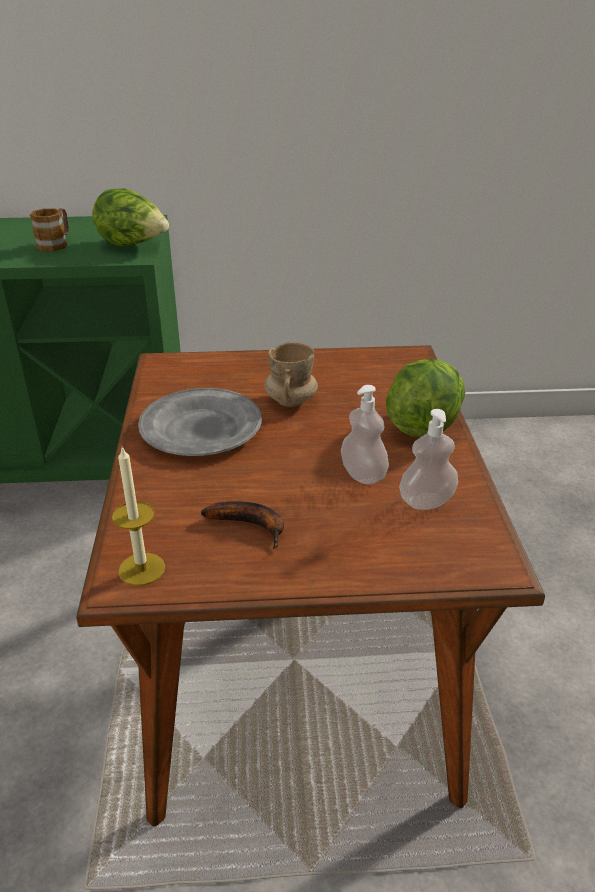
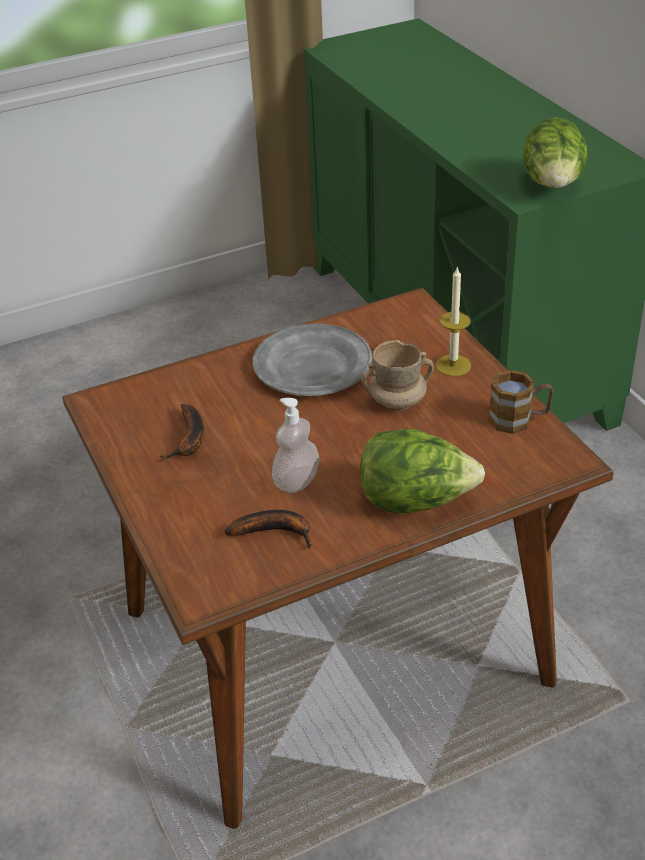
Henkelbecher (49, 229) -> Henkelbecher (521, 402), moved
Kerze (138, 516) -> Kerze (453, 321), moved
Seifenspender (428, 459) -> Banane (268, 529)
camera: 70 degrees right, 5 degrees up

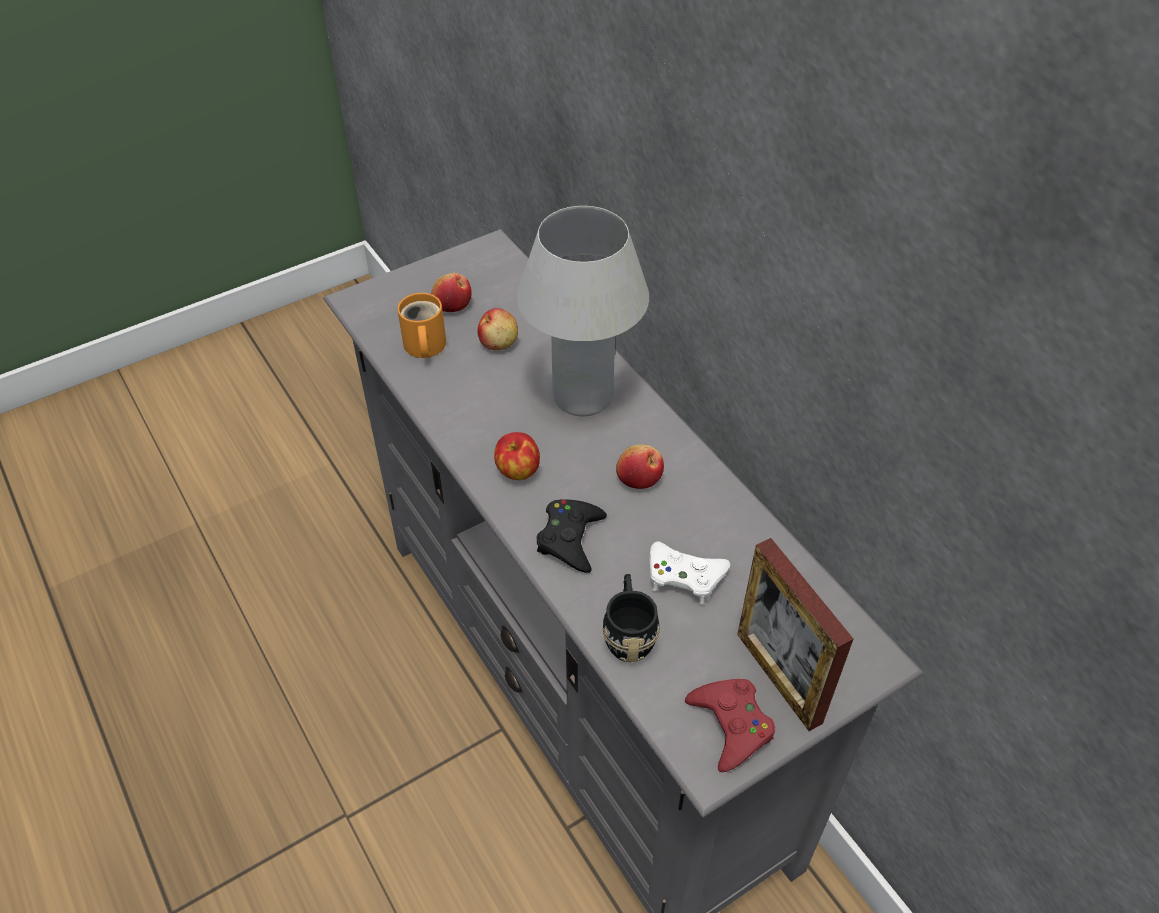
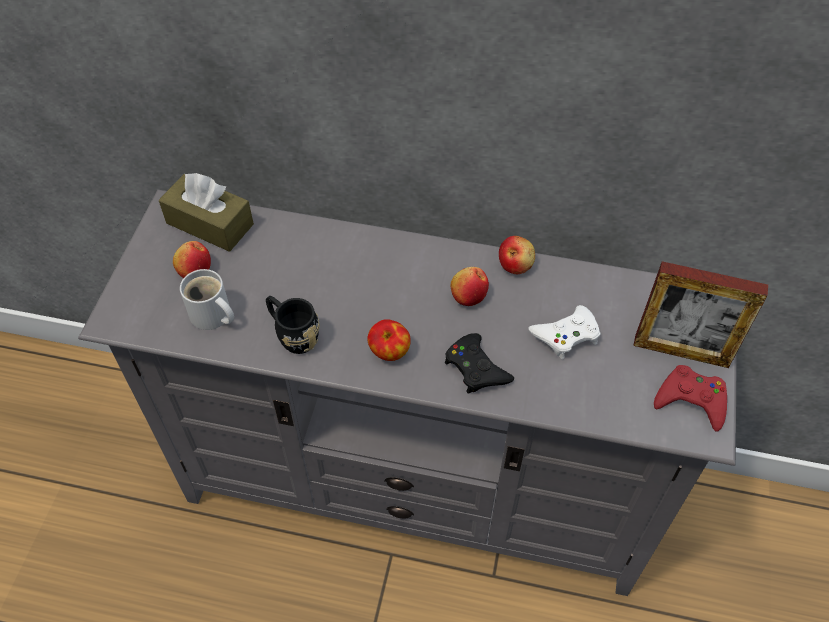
Henkelbecher/orange (421, 325) -> Henkelbecher/weiß (207, 299)
Apfel (498, 329) -> Apfel (517, 255), moved
Tischlampe/weiß (583, 311) -> none
Henkelbecher/schwarz (631, 618) -> Henkelbecher/schwarz (293, 325), moved
none -> Taschentuchbox/braun (206, 212)
camera: 45 degrees left, 5 degrees up

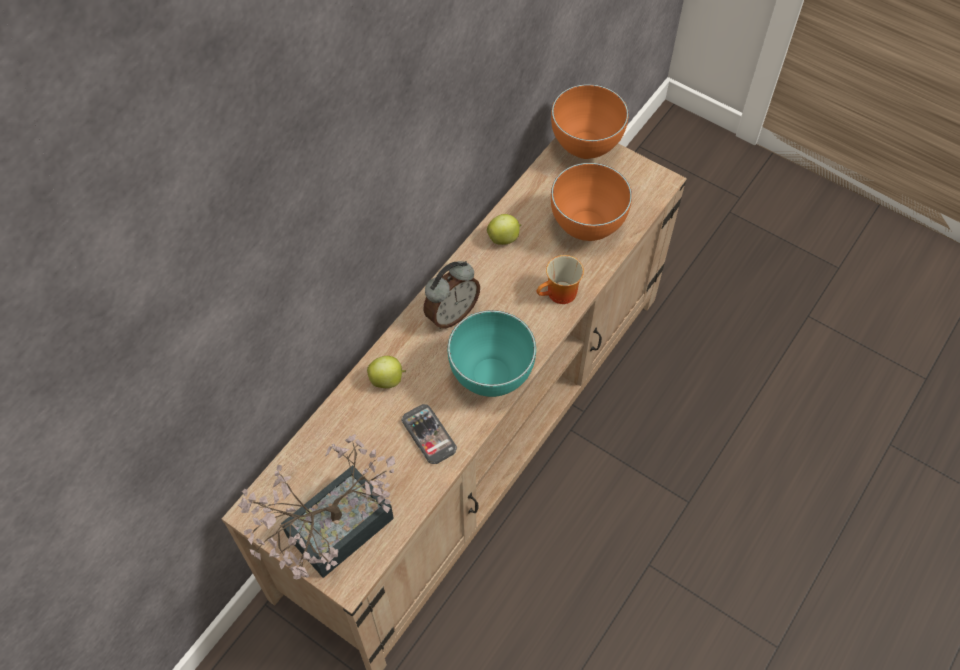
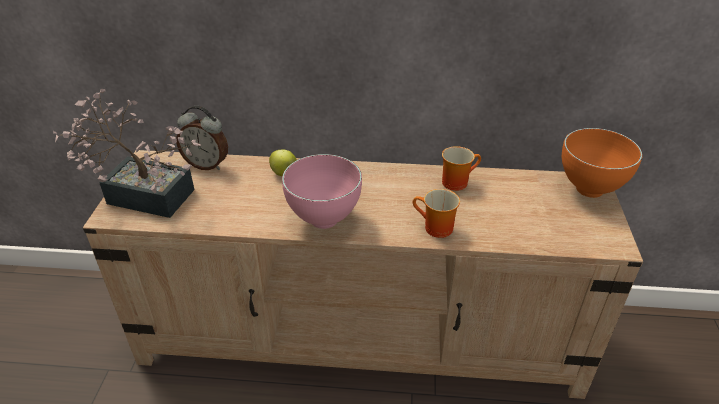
Handy (429, 434) -> none
Wecker (452, 295) -> Wecker (202, 138), moved
Schüssel/türkis (492, 353) -> Schüssel/rosa (322, 191)
Apfel (504, 229) -> Henkelbecher (461, 168)
Schüssel/orange (591, 202) -> none
camera: 60 degrees right, 20 degrees down

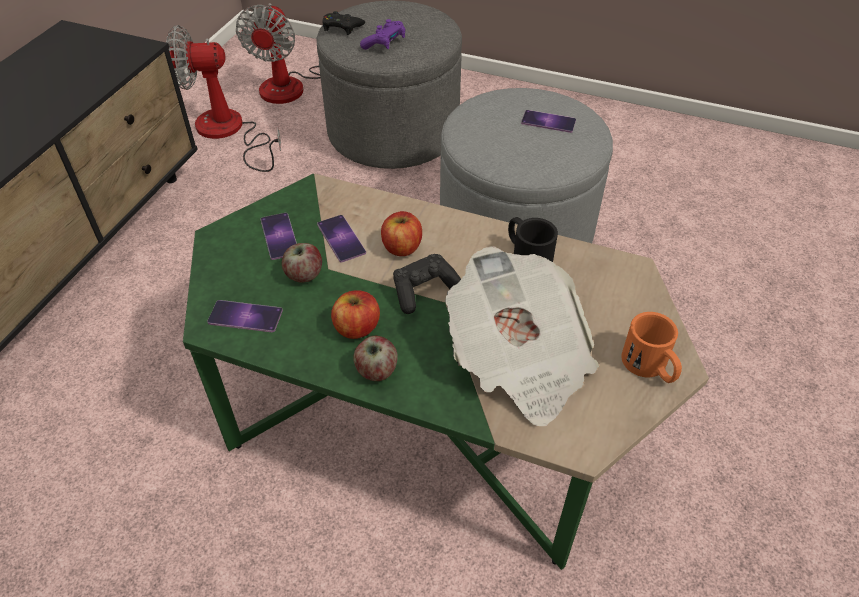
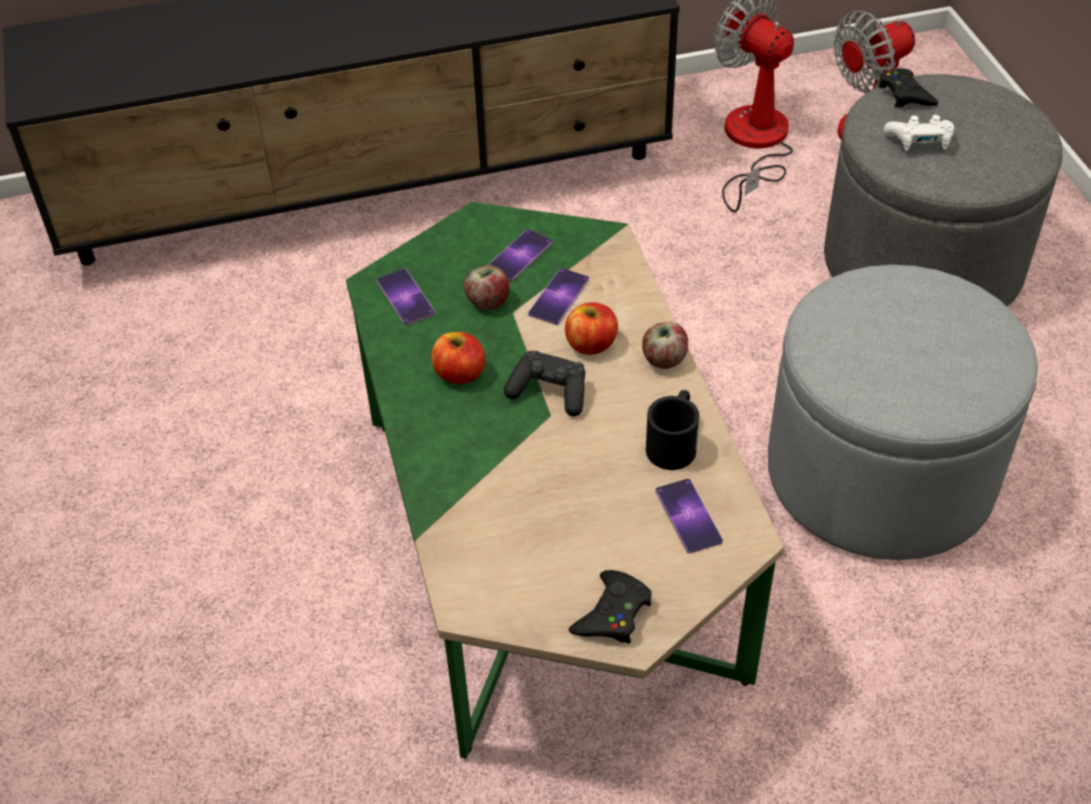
Apfel (375, 358) -> Apfel (665, 345), moved
Gamepad/lila (382, 34) -> Gamepad/weiß (919, 133)
Zeitung (522, 336) -> none
Handy (548, 121) -> Handy (689, 516), moved
Henkelbecher/orange (651, 347) -> Gamepad/schwarz (610, 607)
camera: 55 degrees right, 0 degrees up

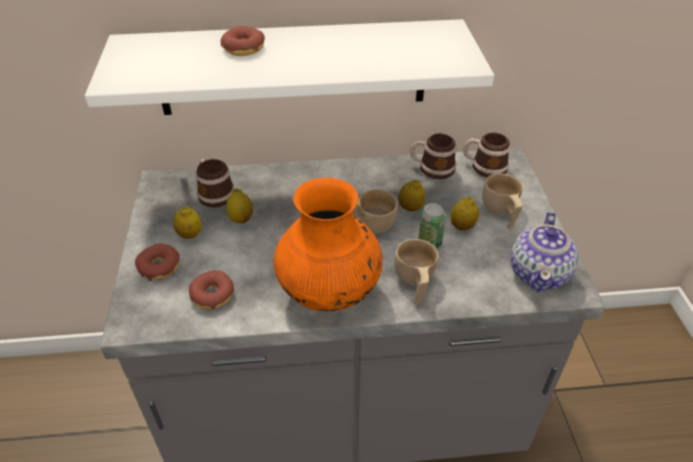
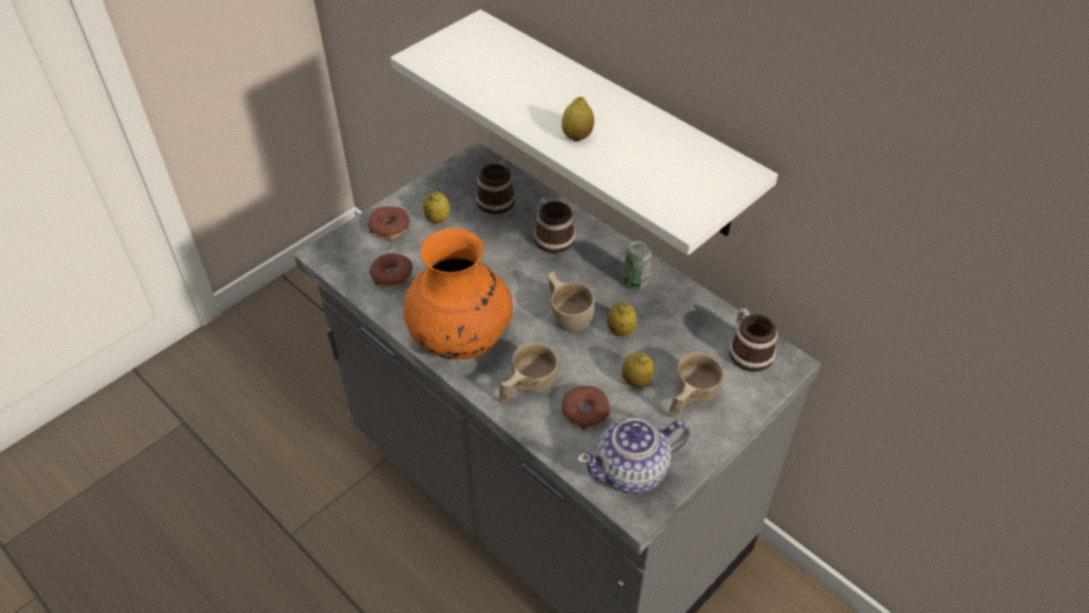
Donut (243, 41) -> Donut (585, 407), moved
Zitrone (239, 205) -> Zitrone (578, 119), moved
Henkelbecher (433, 156) -> Henkelbecher (554, 225), moved
Dose (432, 226) -> Dose (637, 265), moved
camera: 50 degrees right, 5 degrees up

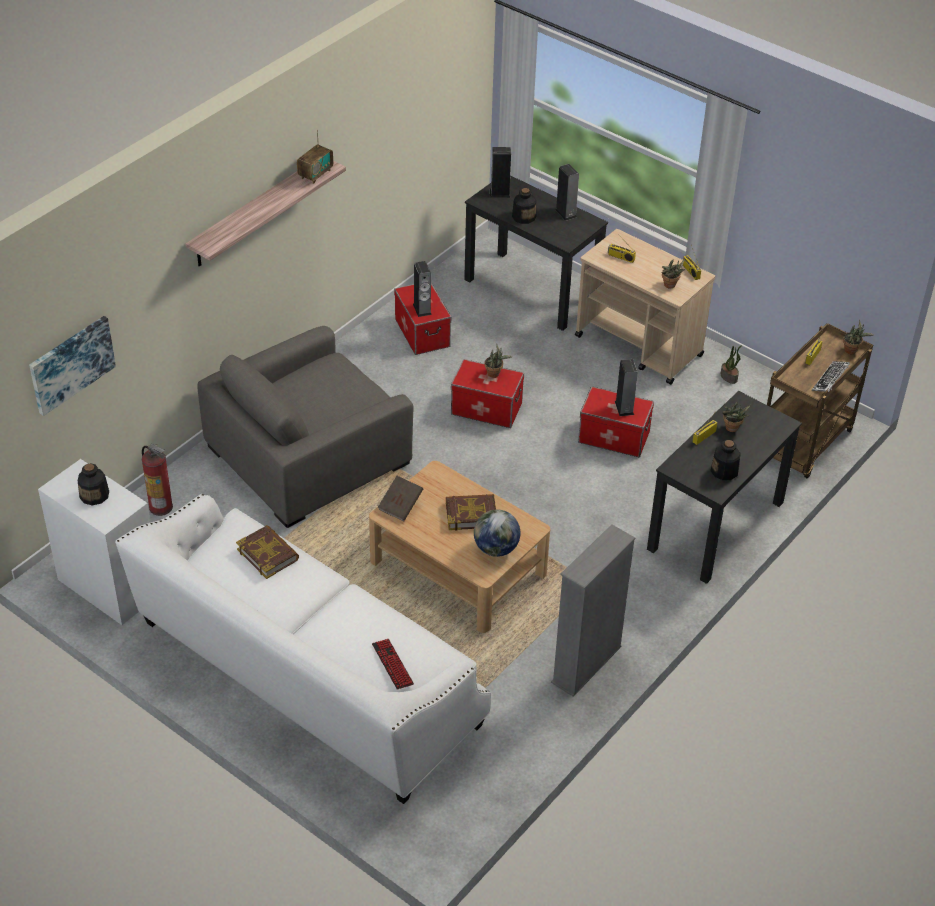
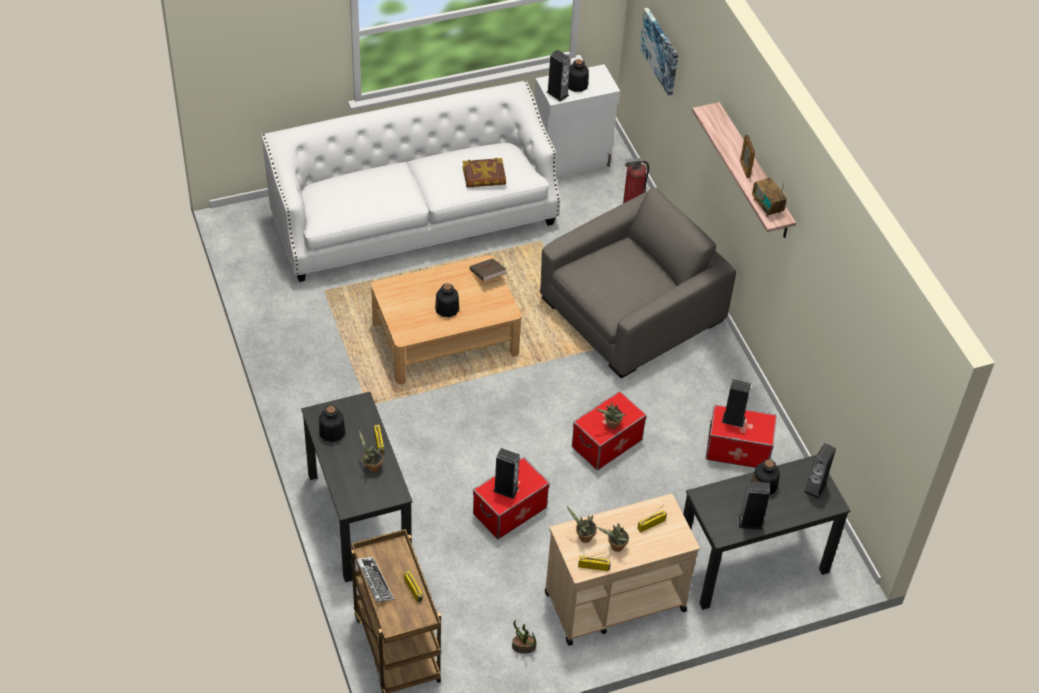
Sessel/grau (305, 427) -> Sessel/grau (638, 283), 60 degrees clockwise
Tastatur (393, 664) -> none
Buch (471, 512) -> Flasche (447, 300)
Globus (497, 533) -> none
Bücherregal/grau (593, 610) -> none
Topfpflanze (858, 337) -> Topfpflanze (613, 537), moved
none -> Lautsprecher (559, 75)
none -> Bilderrahmen (747, 156)
camera: 120 degrees right, 5 degrees up

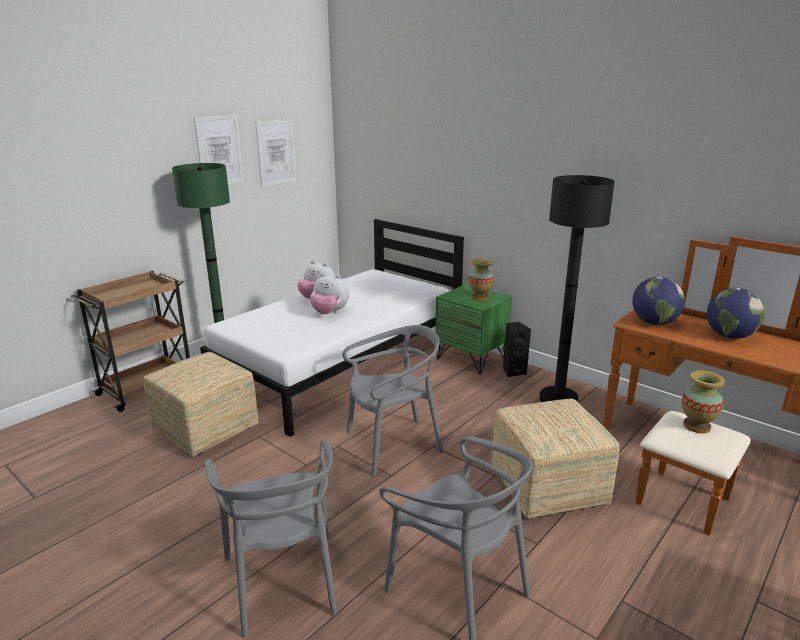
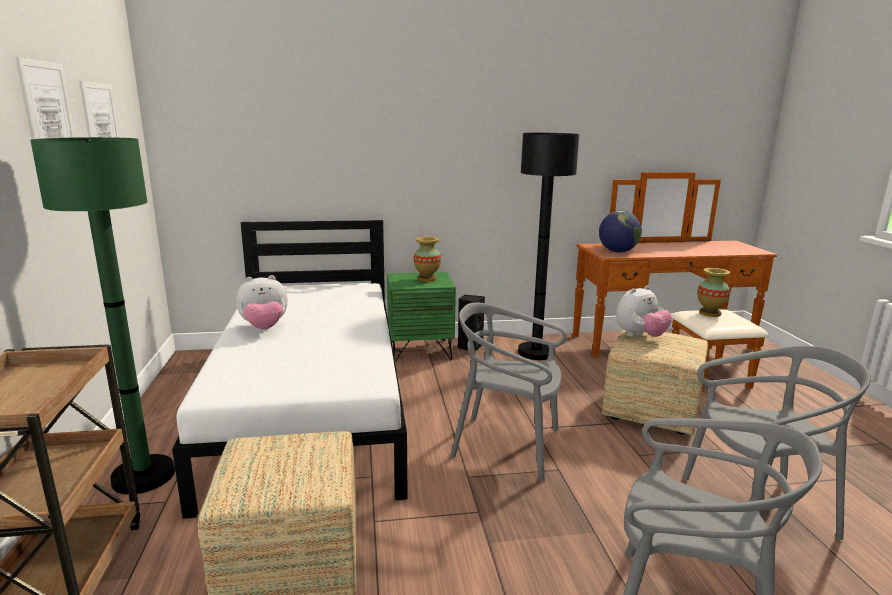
Plüschtier (329, 293) -> Plüschtier (644, 311), moved
Stuhl/grau (393, 400) -> Stuhl/grau (508, 392), 90 degrees counterclockwise
Globus (736, 313) -> none
camera: 50 degrees left, 5 degrees down

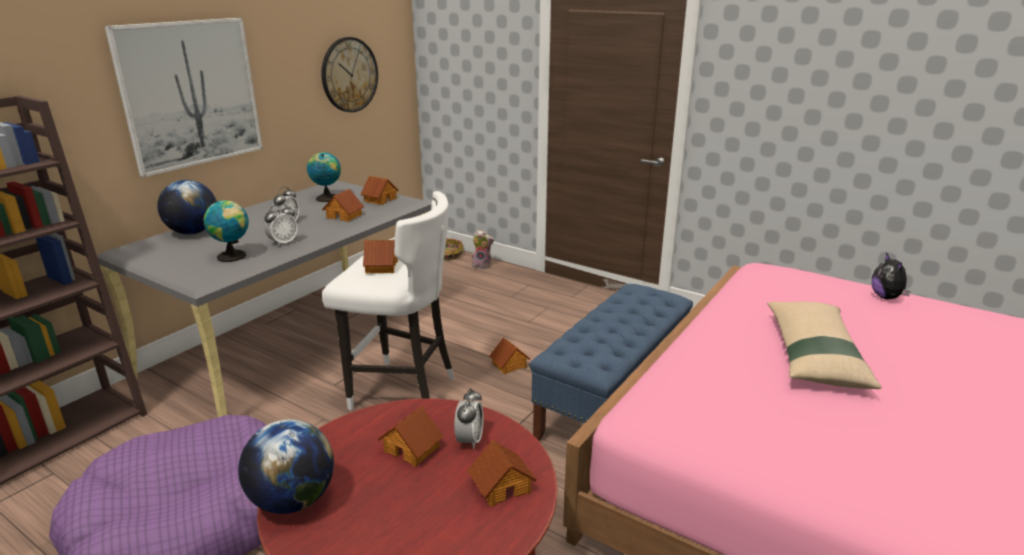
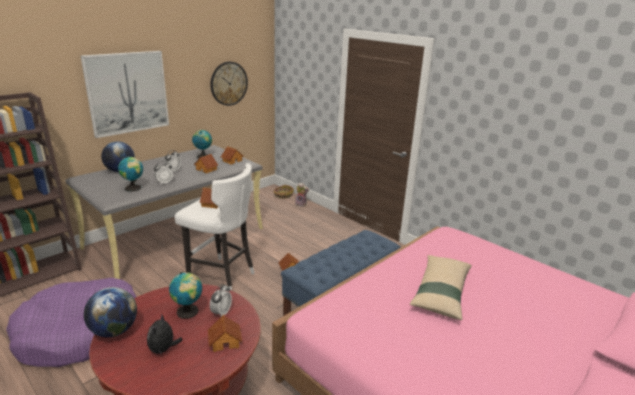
Spielzeughaus (410, 436) -> Globus (185, 295)
Plüschtier (891, 276) -> Plüschtier (165, 334), moved
camera: 10 degrees right, 0 degrees up

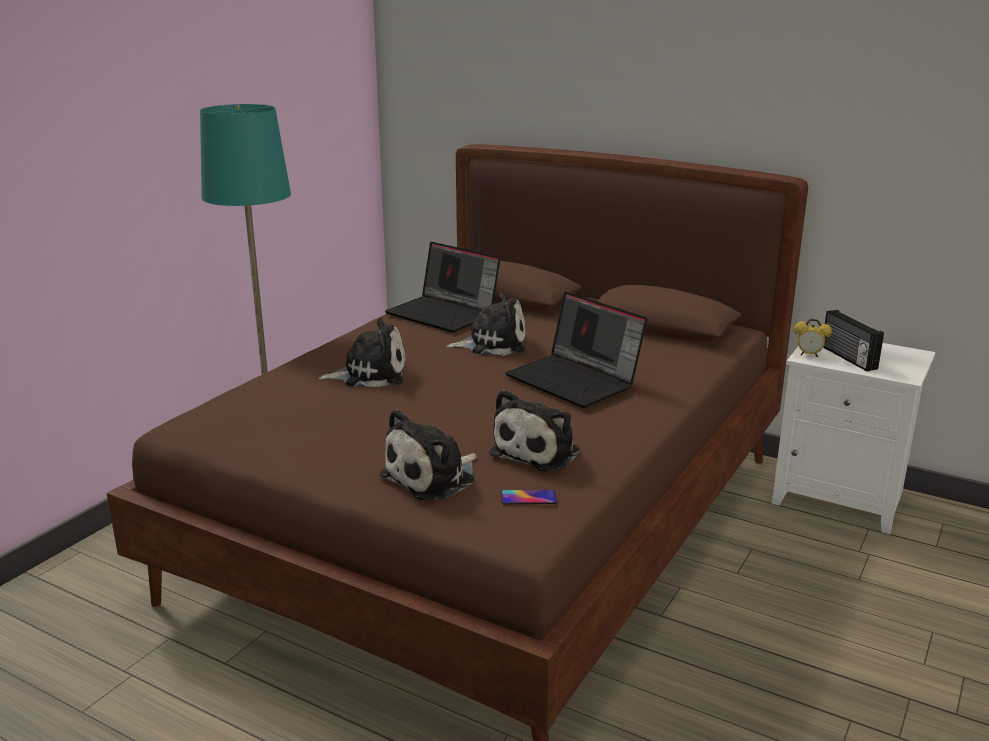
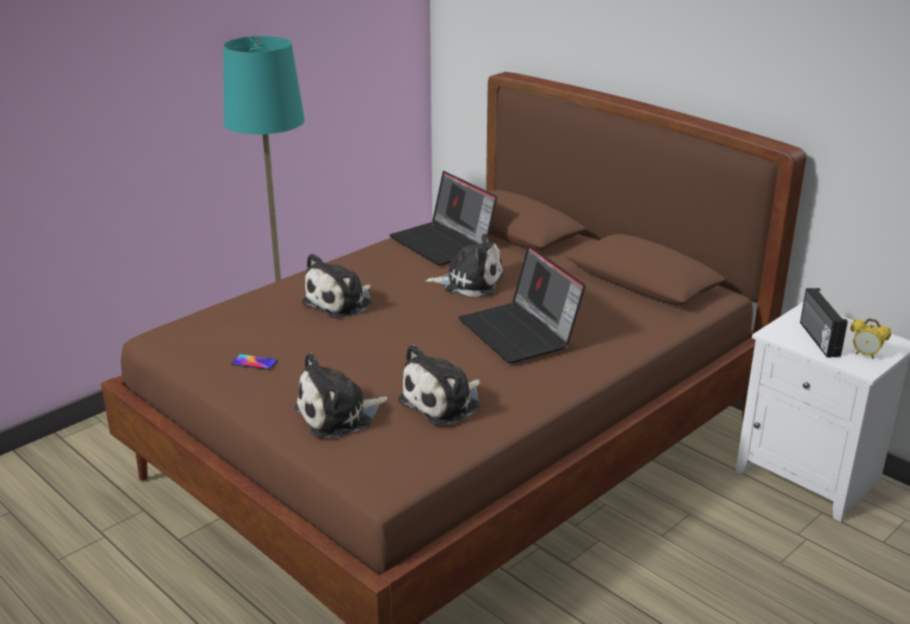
Plüschtier (362, 352) -> Plüschtier (337, 285), 120 degrees clockwise
Handy (529, 497) -> Handy (255, 362), moved
Wecker (813, 338) -> Wecker (870, 338), moved
camera: 15 degrees right, 5 degrees up

